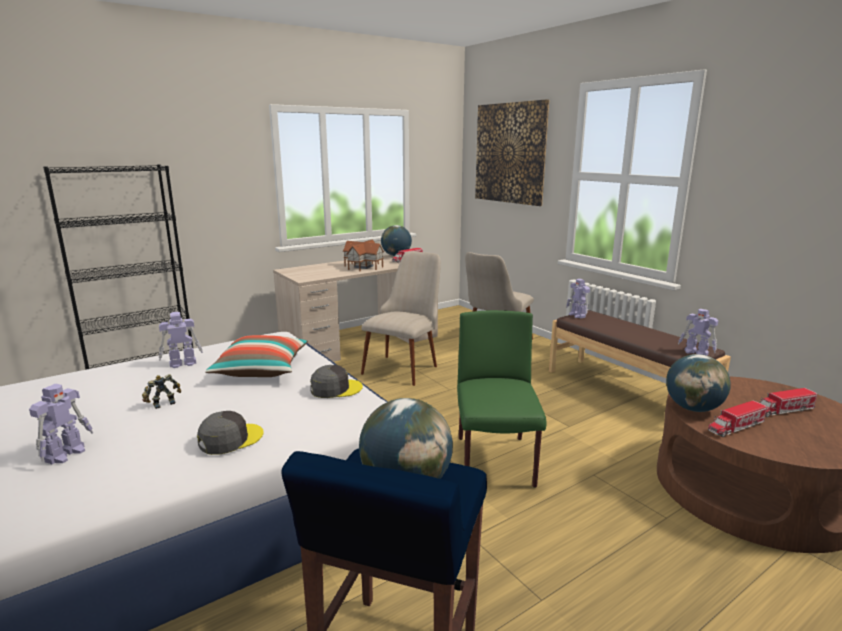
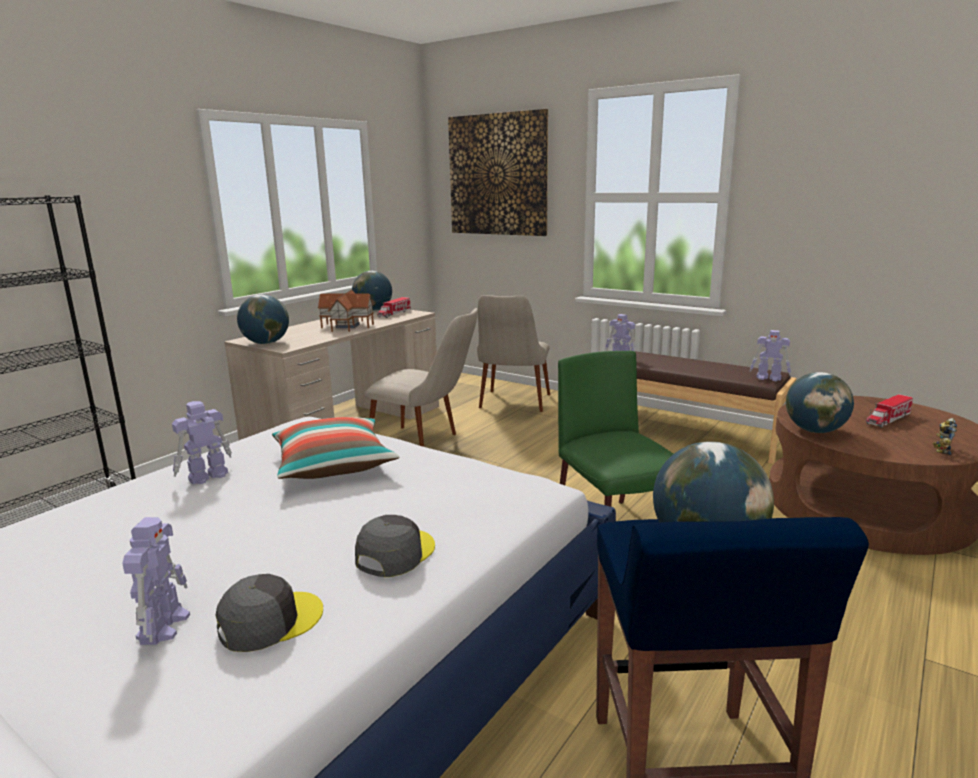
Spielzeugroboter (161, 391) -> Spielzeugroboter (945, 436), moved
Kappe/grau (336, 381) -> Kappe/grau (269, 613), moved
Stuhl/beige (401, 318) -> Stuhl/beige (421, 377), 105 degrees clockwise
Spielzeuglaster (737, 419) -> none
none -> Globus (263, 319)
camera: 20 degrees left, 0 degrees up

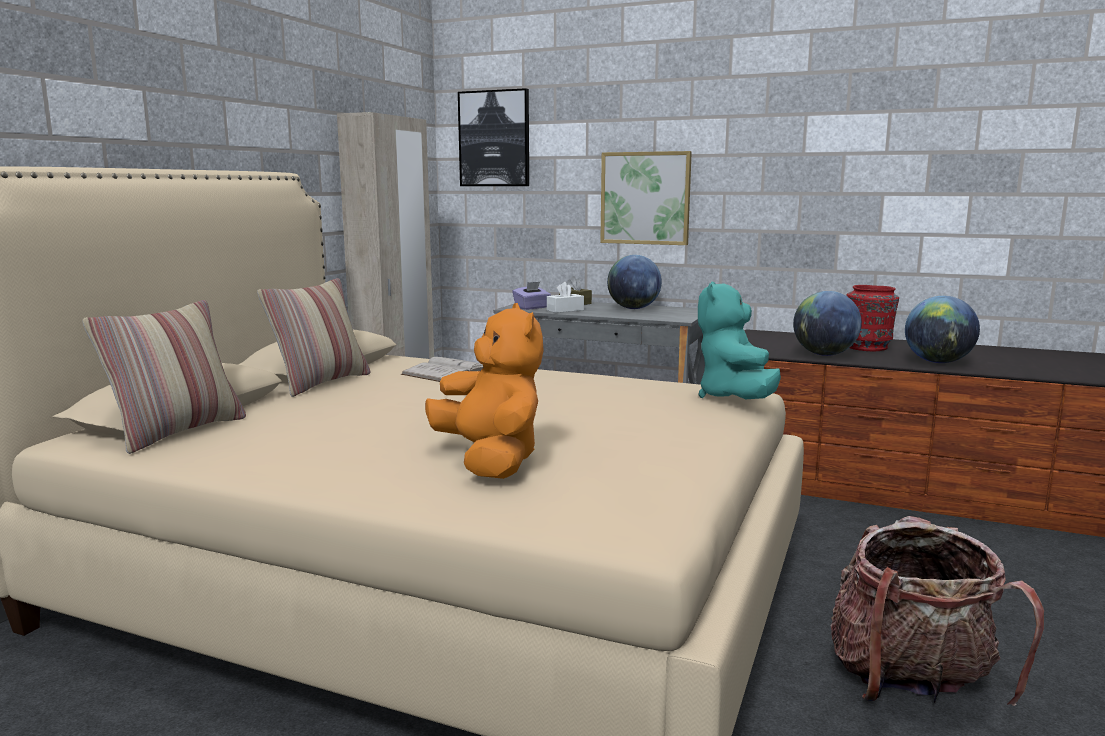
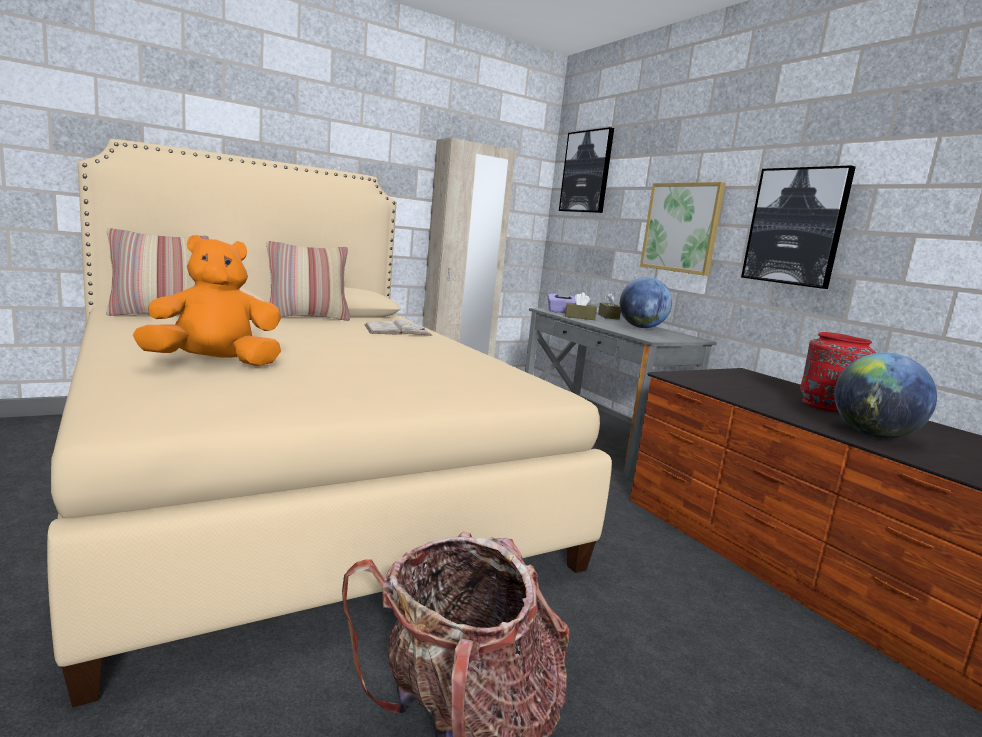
Plüschtier/orange (484, 391) -> Plüschtier/orange (207, 300), 120 degrees counterclockwise
Taschentuchbox/weiß (565, 297) -> Taschentuchbox/braun (581, 306)
Plüschtier/türkis (739, 340) -> none
Globus (827, 323) -> none
none -> Bild (798, 227)
camera: 35 degrees right, 0 degrees up

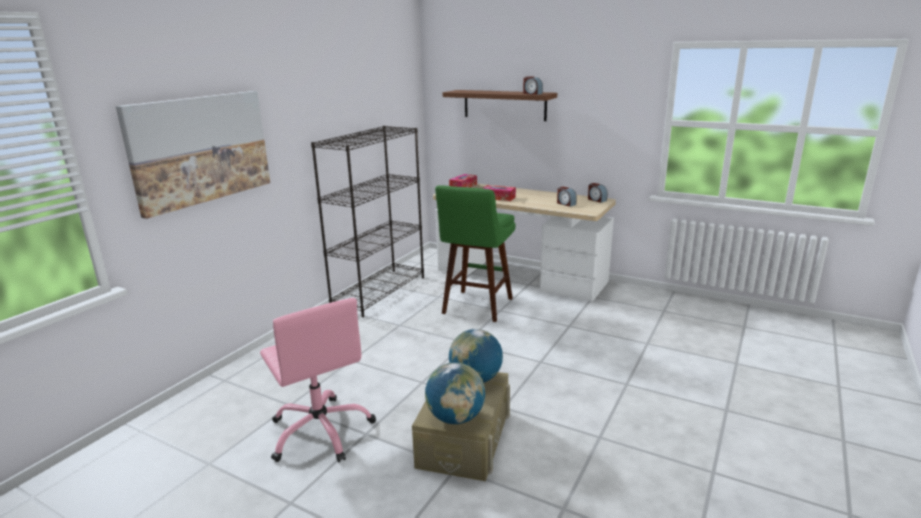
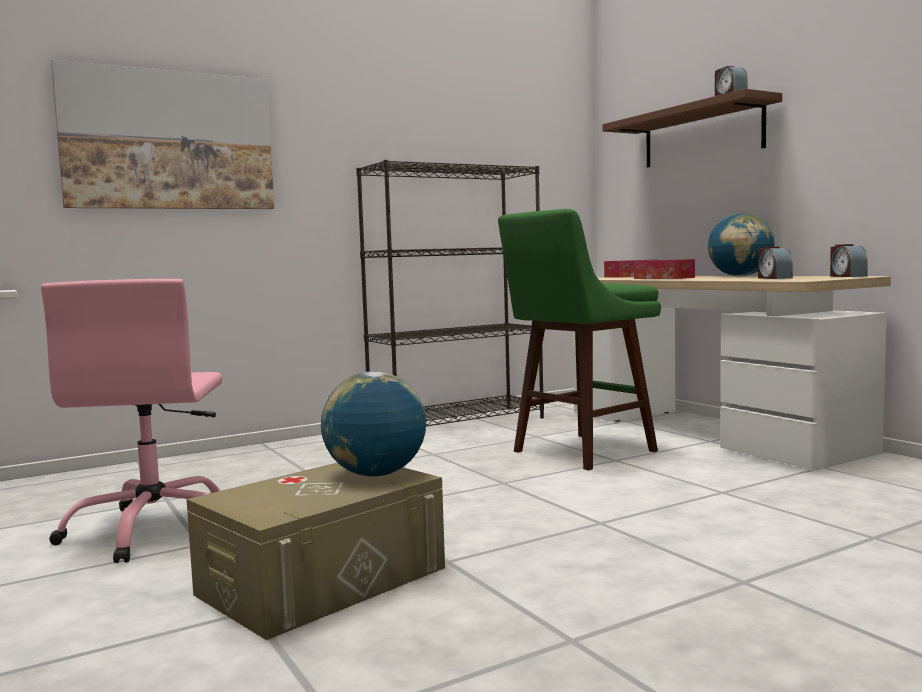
Globus (455, 393) -> Globus (741, 245), moved
camera: 30 degrees right, 15 degrees down

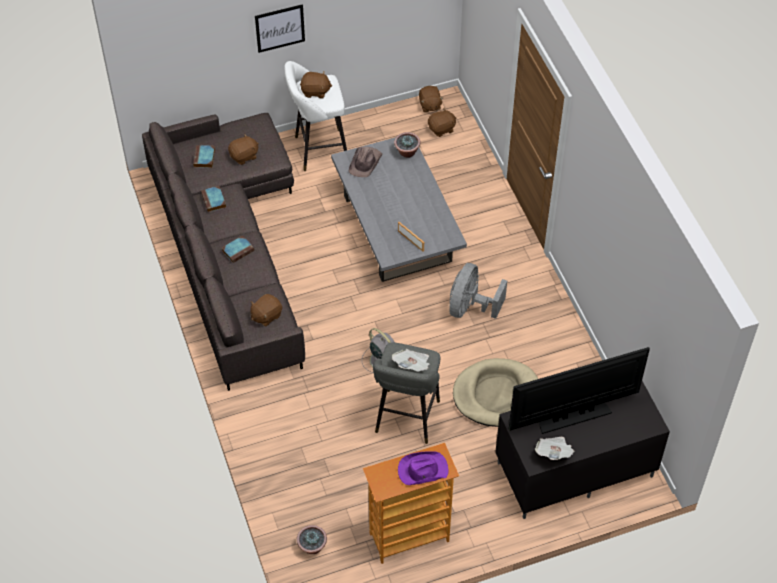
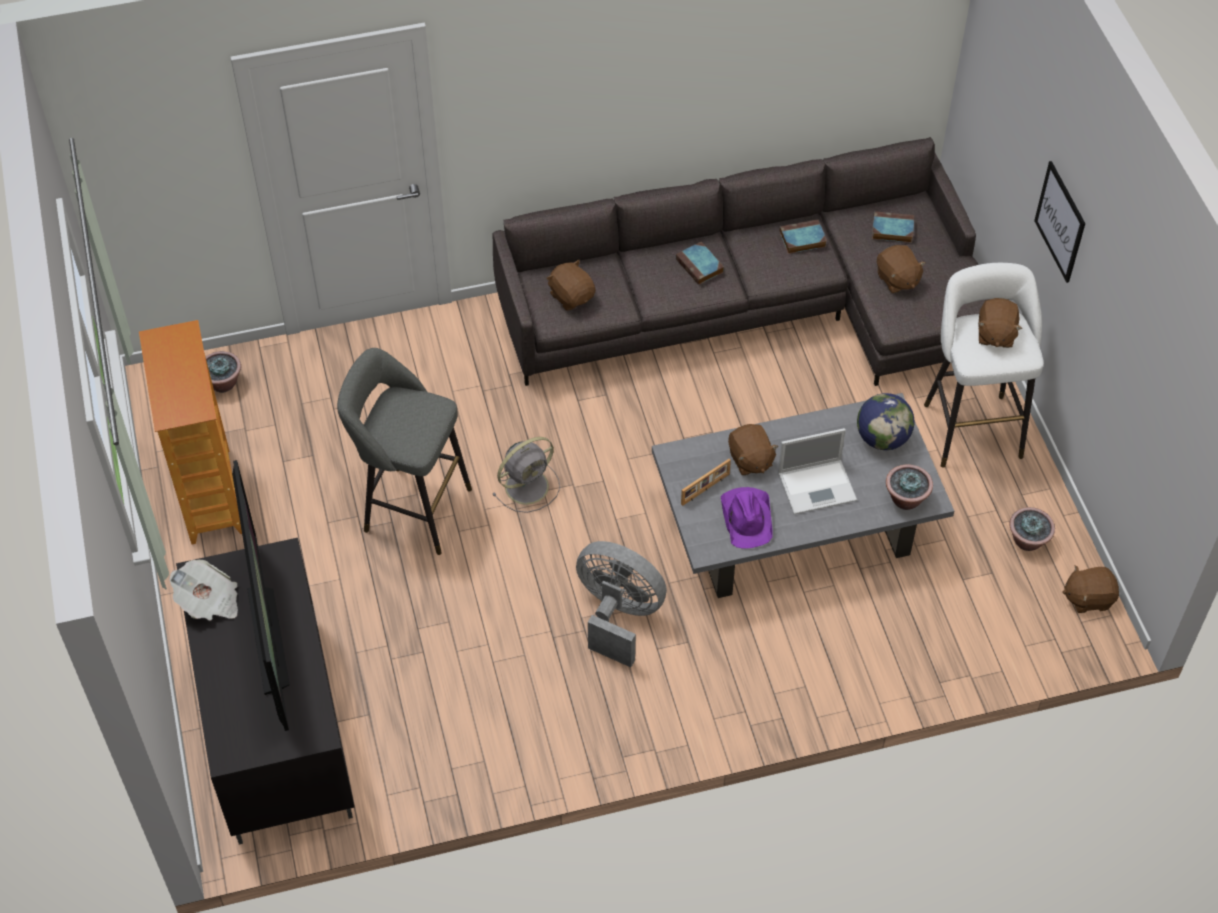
Hut/braun (365, 162) -> Globus (886, 421)
Zeitung (411, 360) -> none
Hut/lila (423, 468) -> Hut/lila (747, 518), moved
Plüschtier/braun (442, 122) -> Plüschtier/braun (753, 449), moved
Hundebett/beige (495, 392) -> none
none -> Laptop (817, 471)
none -> Topfpflanze (1032, 529)
camera: 95 degrees right, 0 degrees up

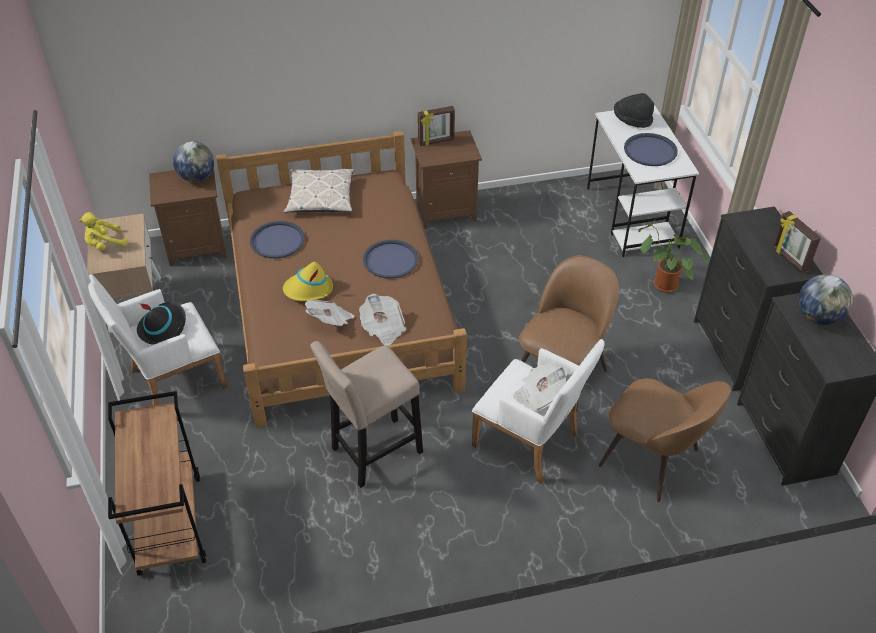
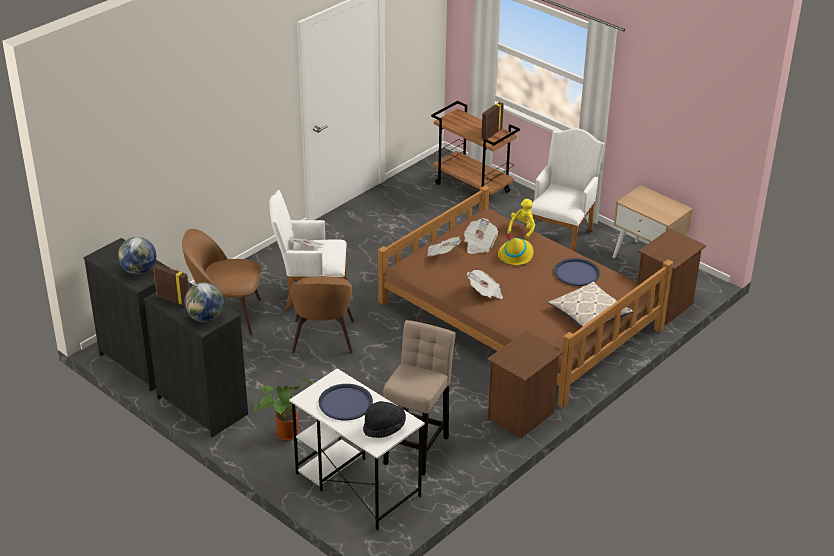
Plüschtier/gelb (103, 231) -> Plüschtier/gelb (521, 219), moved
Hut/schwarz (161, 323) -> none
Globus (193, 161) -> Globus (204, 302), moved
Hocker/beige (366, 414) -> Hocker/beige (419, 398), moved
Tablett/blau (391, 259) -> Zeitung (485, 284)
Bilderrahmen (436, 126) -> Bilderrahmen (492, 121), moved
camera: 145 degrees right, 10 degrees down

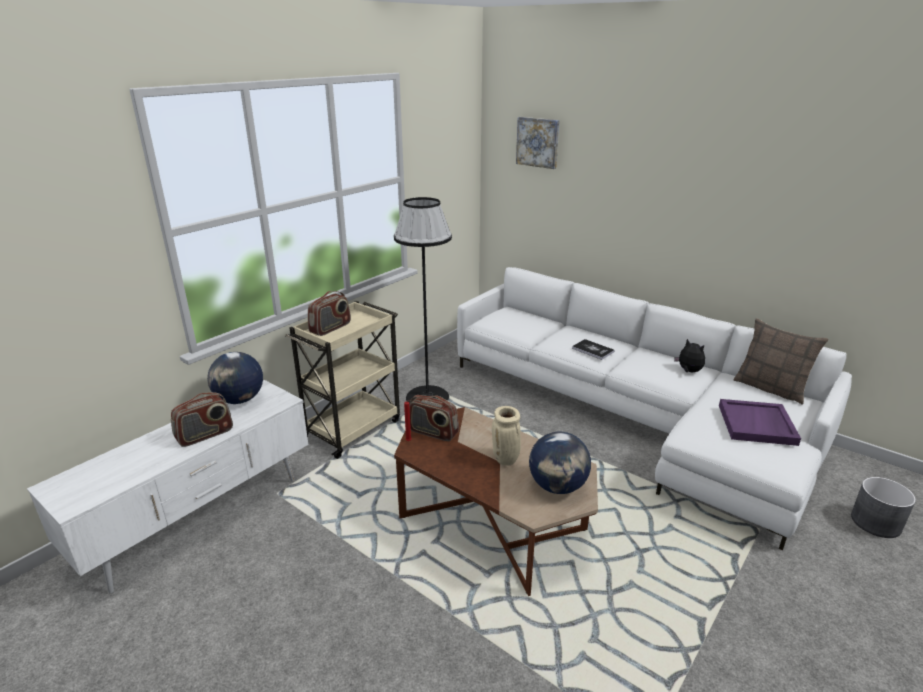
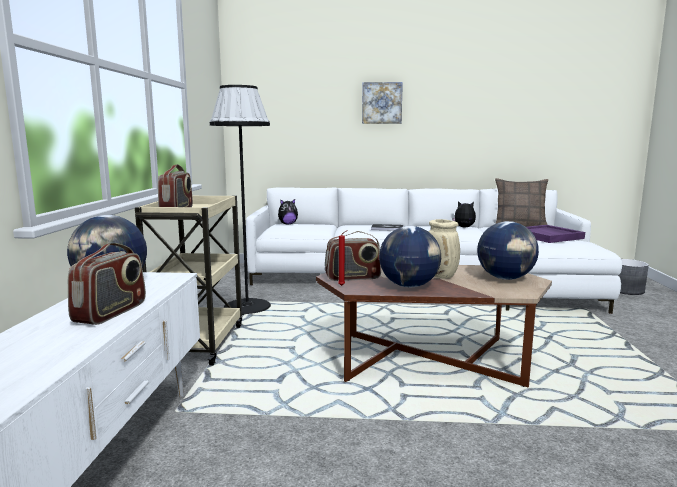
Bild (538, 143) -> Bild (382, 103), moved
none -> Plüschtier (288, 212)
none -> Globus (410, 256)
camera: 35 degrees left, 15 degrees down

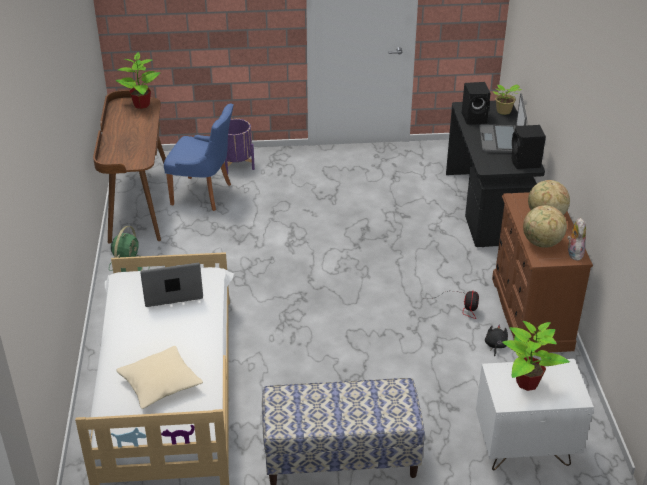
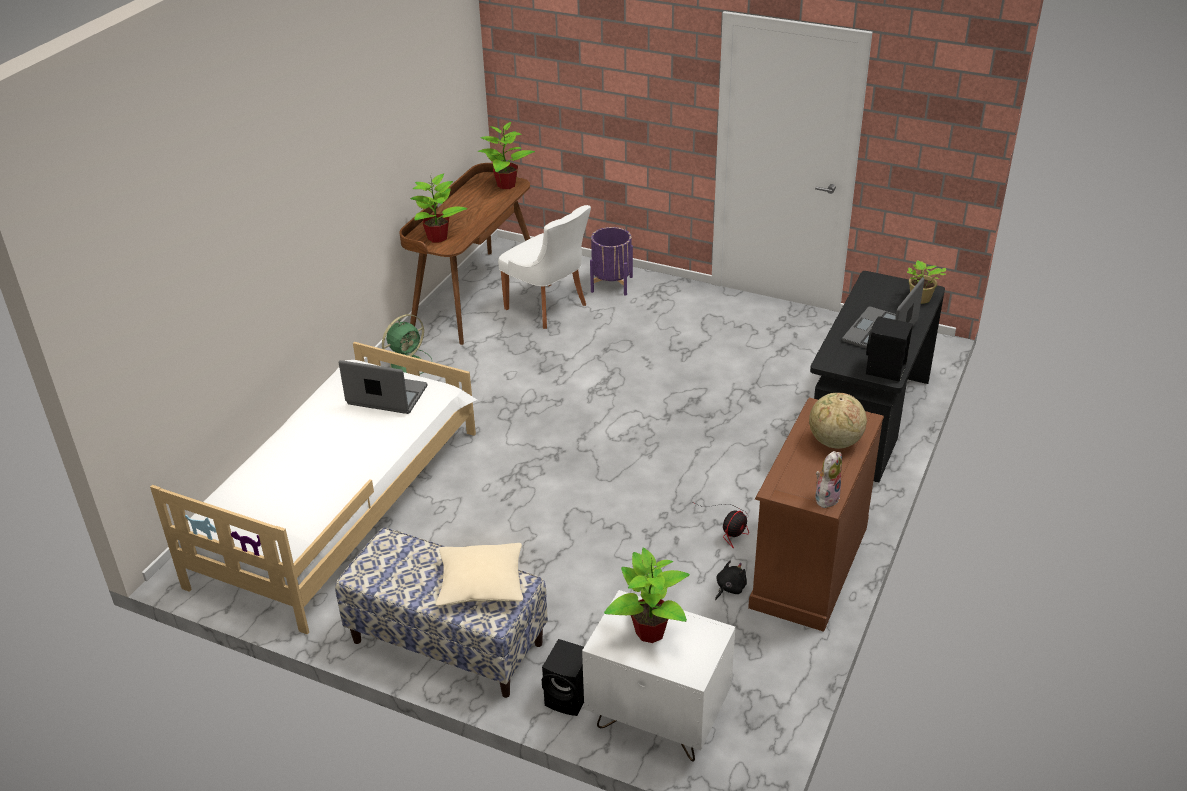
Kissen/beige (159, 377) -> Kissen/beige (479, 574), moved
Stuhl/blau (199, 157) -> Stuhl/weiß (544, 267)
Lautsprecher/schwarz (476, 103) -> Lautsprecher/schwarz (563, 677), moved
Globus (545, 226) -> none
none -> Topfpflanze (439, 208)
camera: 30 degrees right, 0 degrees up

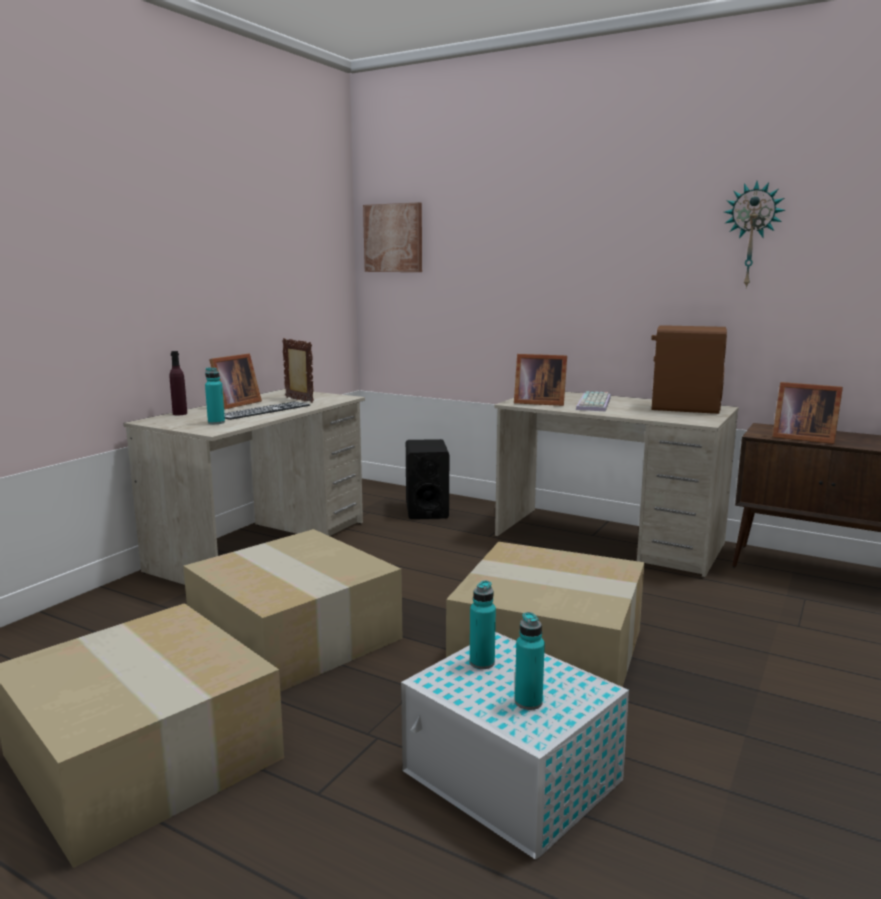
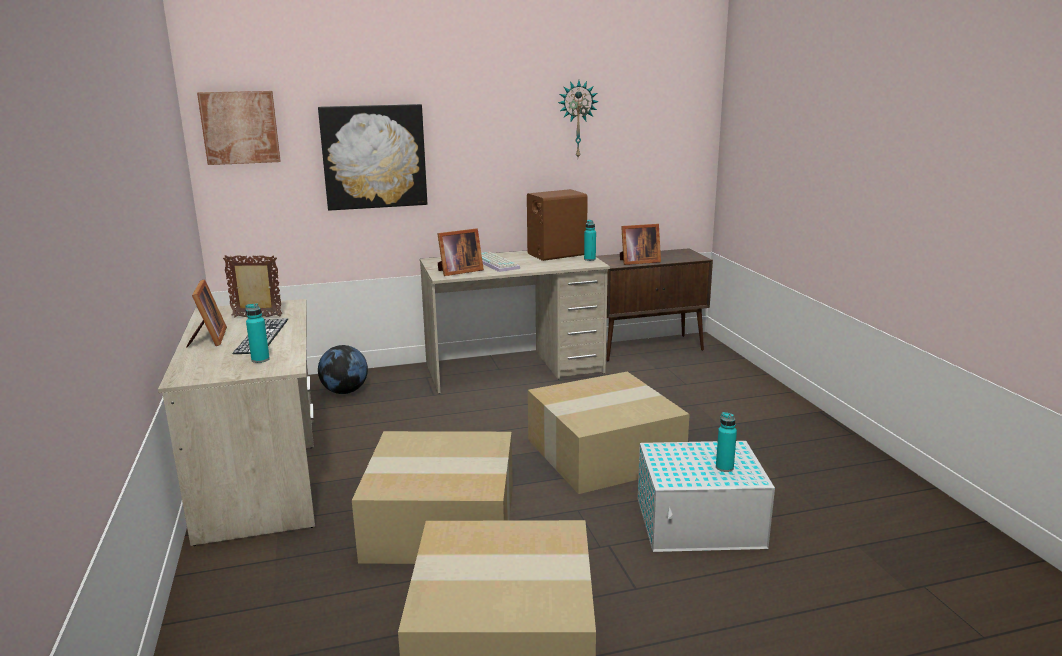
Flasche/lila (178, 383) -> none
Lautsprecher/schwarz (427, 479) -> Globus (343, 369)
Flasche/türkis (483, 624) -> Flasche/türkis (590, 240), moved
none -> Bild (372, 157)
camera: 45 degrees left, 5 degrees up

